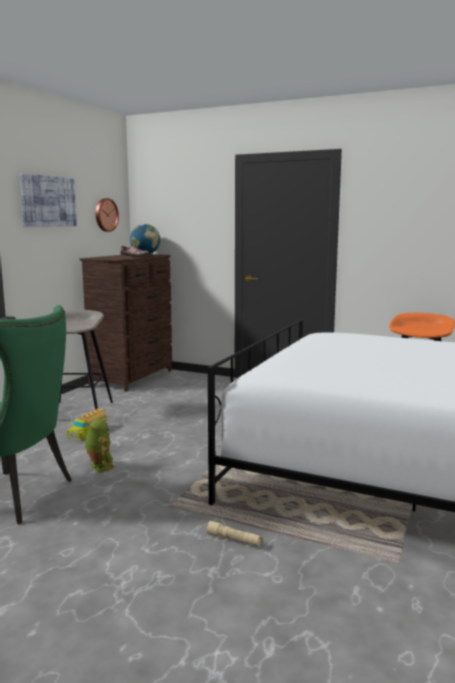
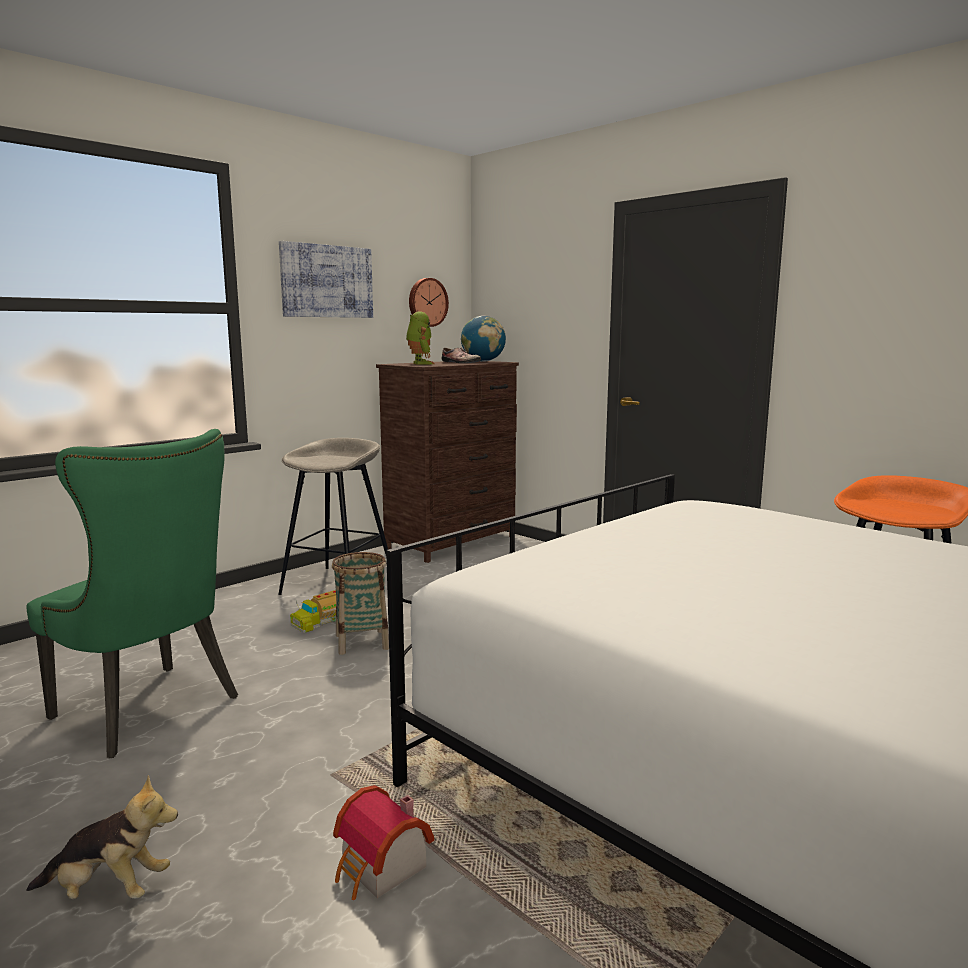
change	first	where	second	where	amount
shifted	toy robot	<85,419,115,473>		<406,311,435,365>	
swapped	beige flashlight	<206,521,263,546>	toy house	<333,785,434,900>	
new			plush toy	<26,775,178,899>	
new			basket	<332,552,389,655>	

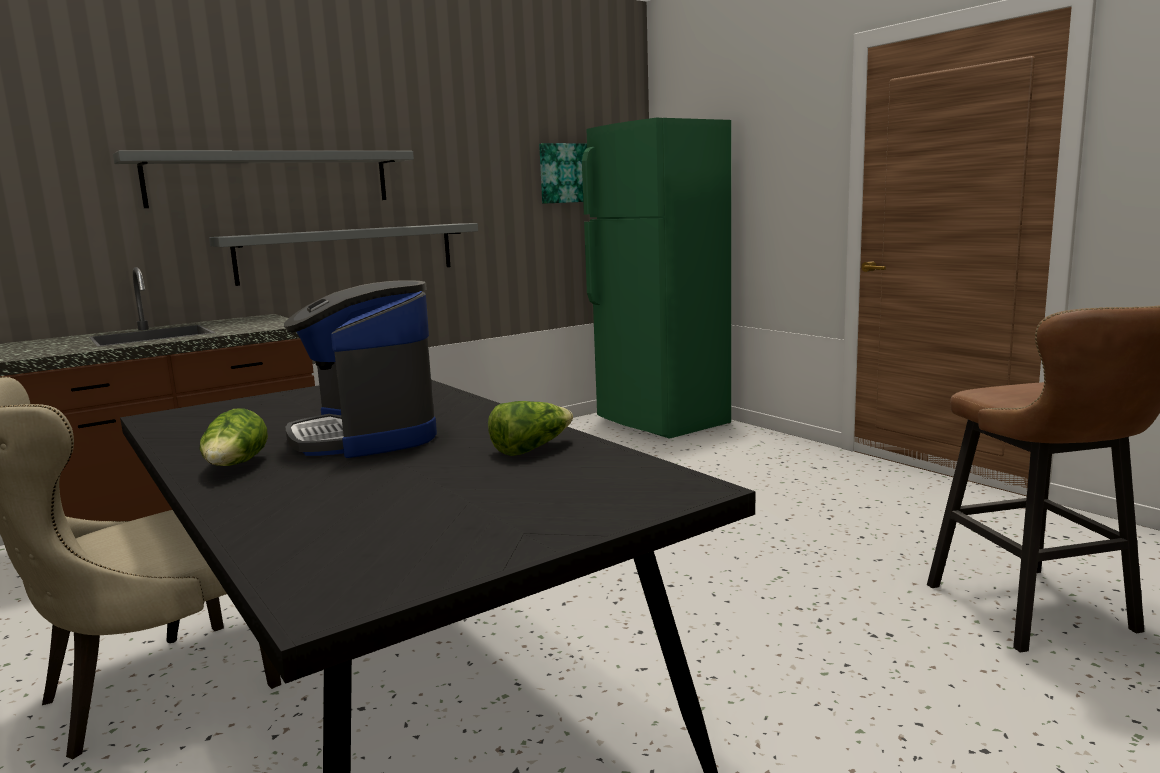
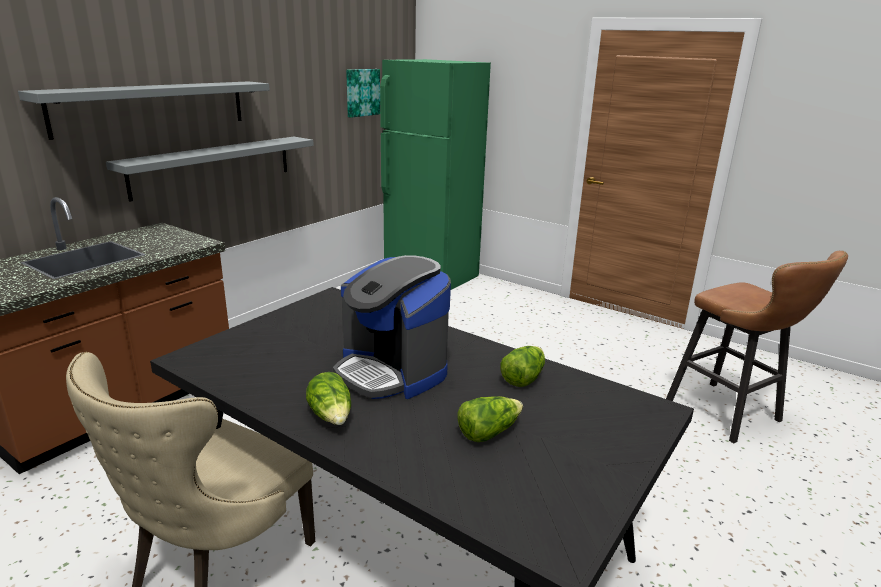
change	first	where	second	where	amount
new			lettuce	<457,396,523,442>	

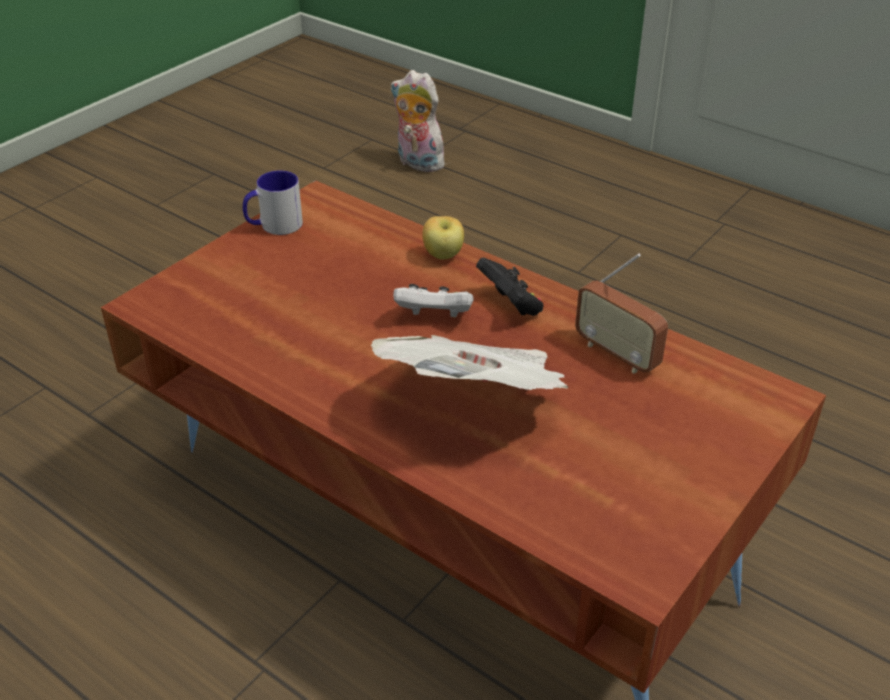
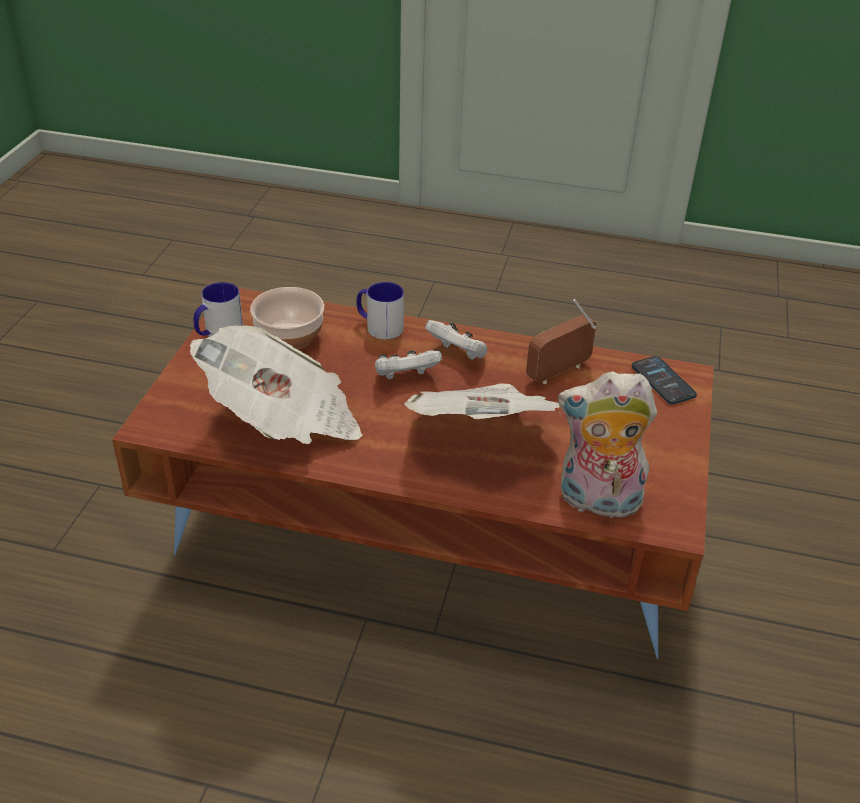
change	first	where	second	where	amount
shifted	plush toy	<390,70,449,172>		<558,371,657,523>	
swapped	apple	<422,216,464,260>	mug	<356,282,404,340>	
repainted	black game controller	<476,258,544,316>	white game controller	<425,320,487,360>	
rotated	radio	<575,254,668,374>		<526,299,597,384>	120 degrees clockwise
new			newspaper	<190,325,363,444>	
new			bowl	<250,287,324,349>	
new			phone	<632,356,697,404>	

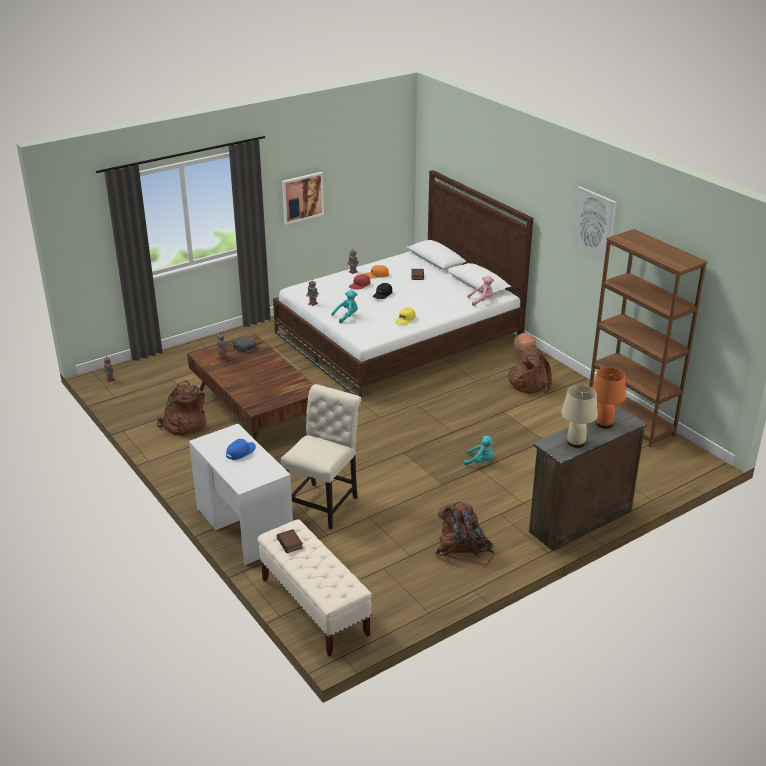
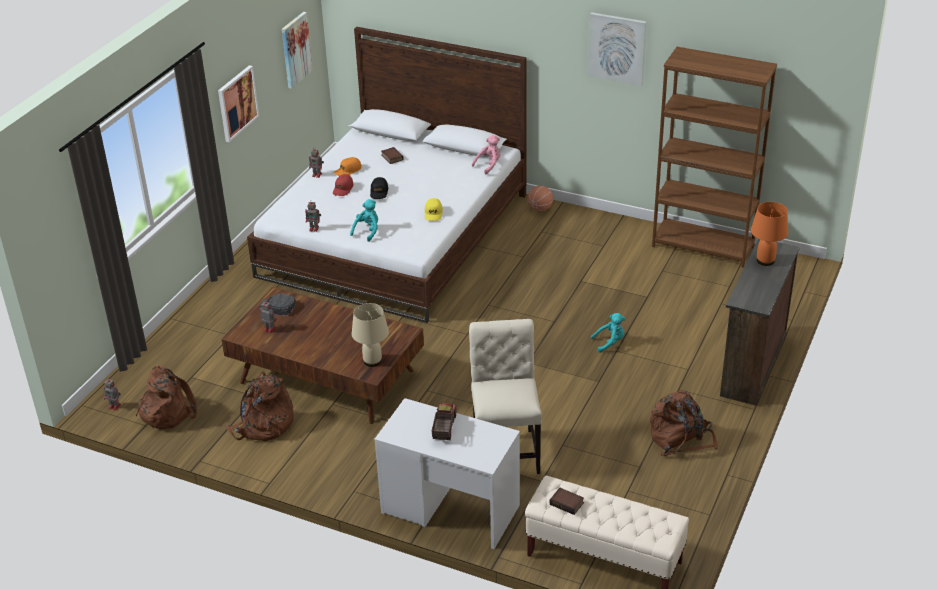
change	first	where	second	where	amount
swapped	blue cap	<226,439,256,460>	toy truck	<432,403,457,440>	
shifted	brown backpack	<506,344,552,394>		<136,365,197,429>	
shifted	beige table lamp	<561,385,598,448>		<352,303,389,367>	
new			picture	<282,12,313,89>	

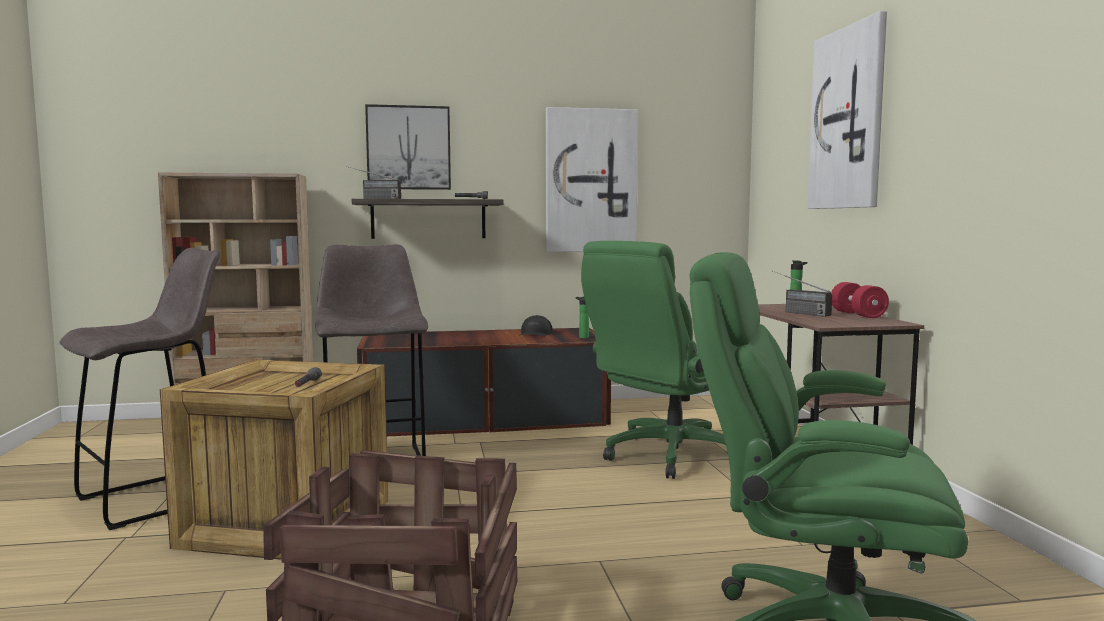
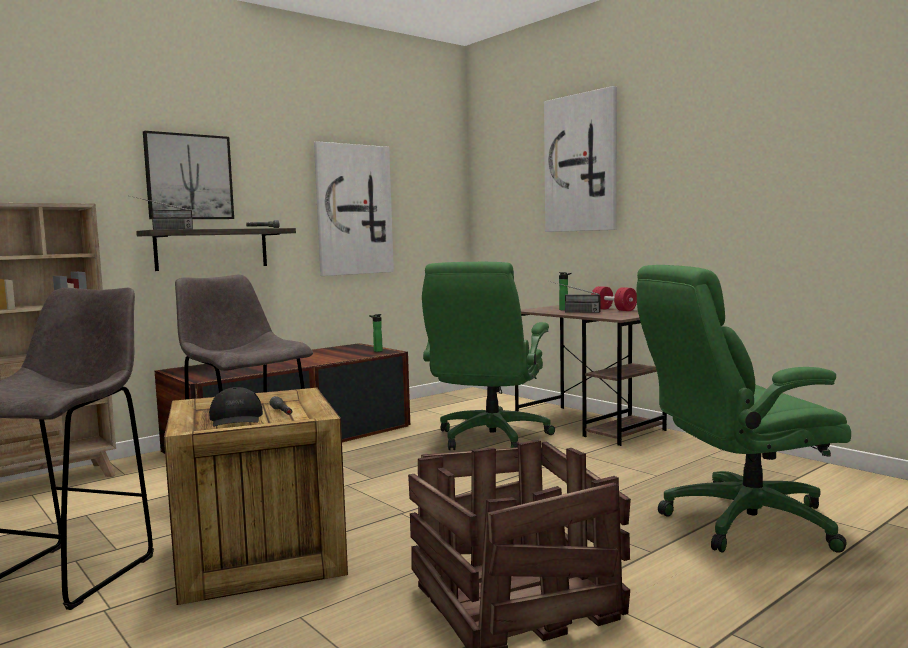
change	first	where	second	where	amount
shifted	black cap	<519,315,553,337>		<209,387,263,427>	

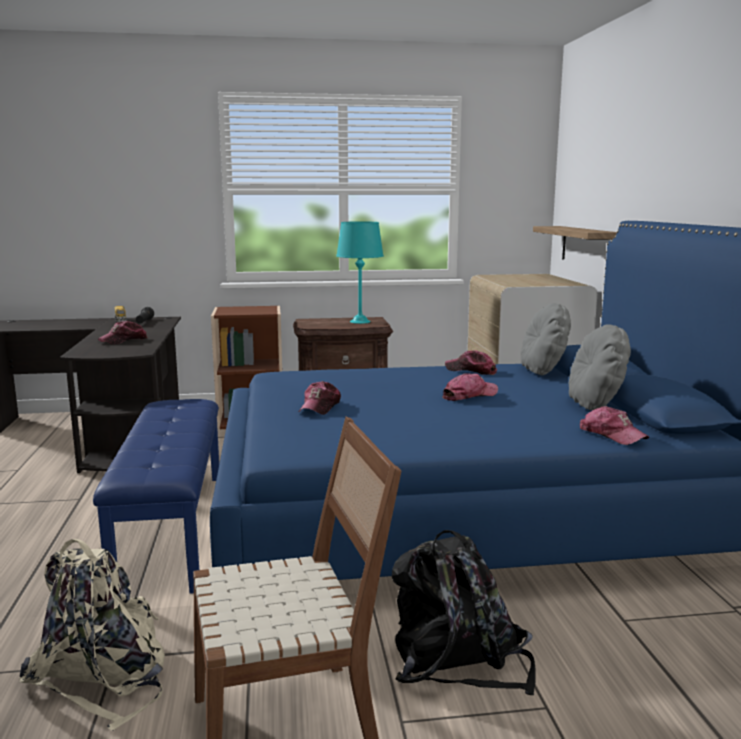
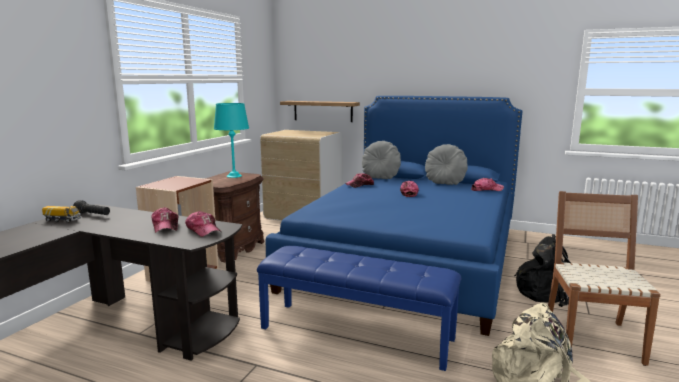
change	first	where	second	where	amount
shifted	cap	<299,381,341,415>		<185,211,221,237>	

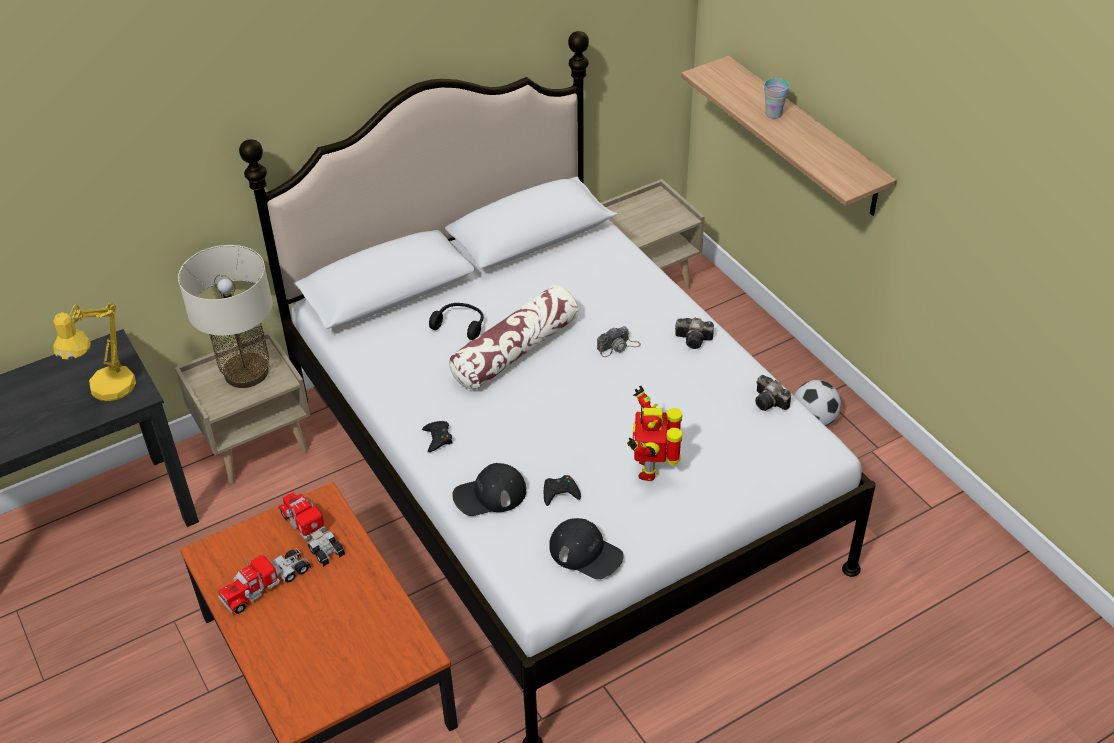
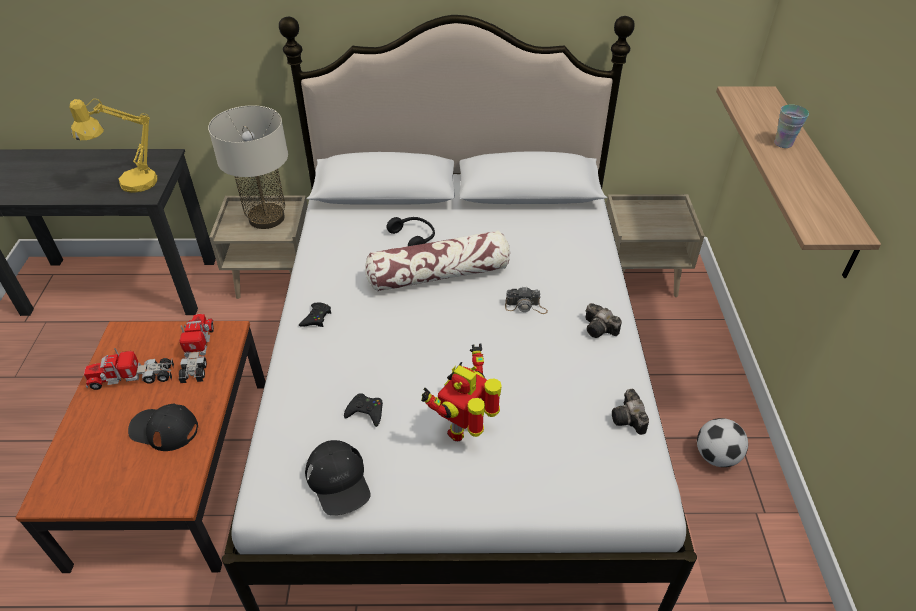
change	first	where	second	where	amount
shifted	black cap	<452,463,526,516>		<128,403,198,451>	

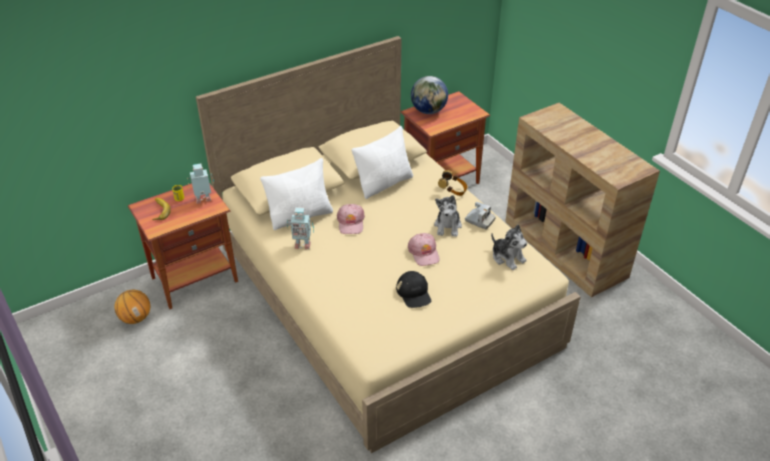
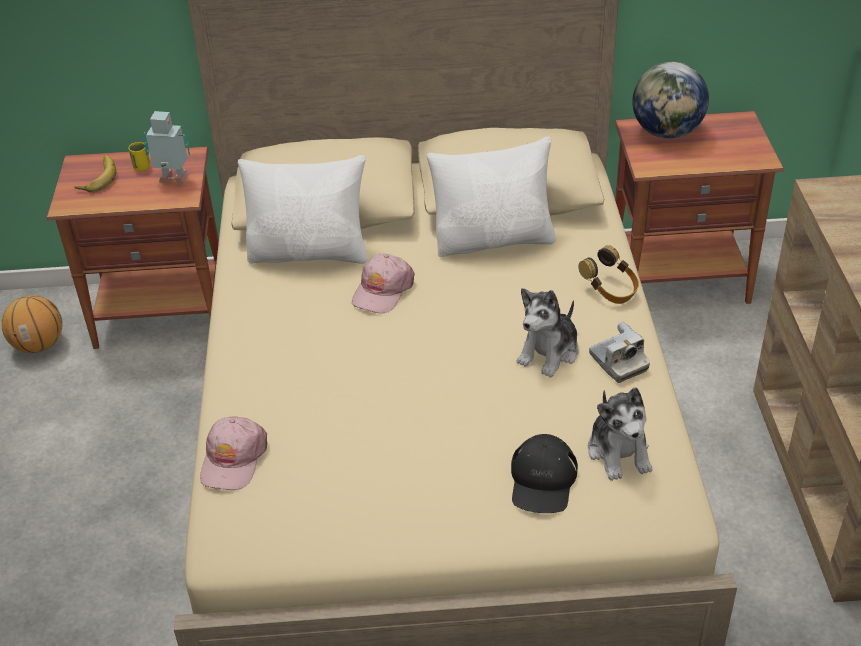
change	first	where	second	where	amount
gone	toy robot	<287,207,314,249>			
shifted	black cap	<396,271,431,308>		<511,434,578,513>	
shifted	pink cap	<408,233,440,266>		<200,416,267,490>	

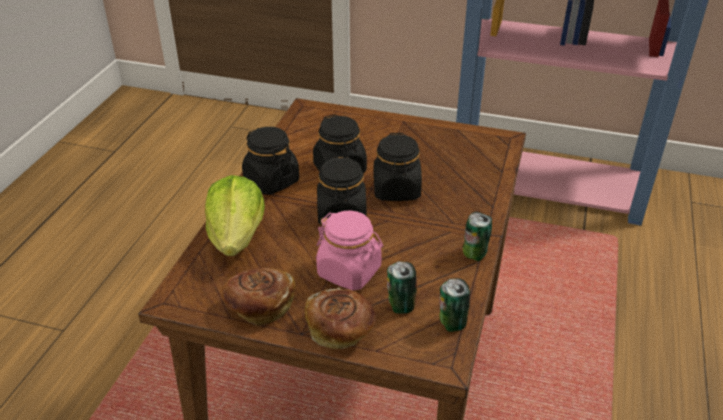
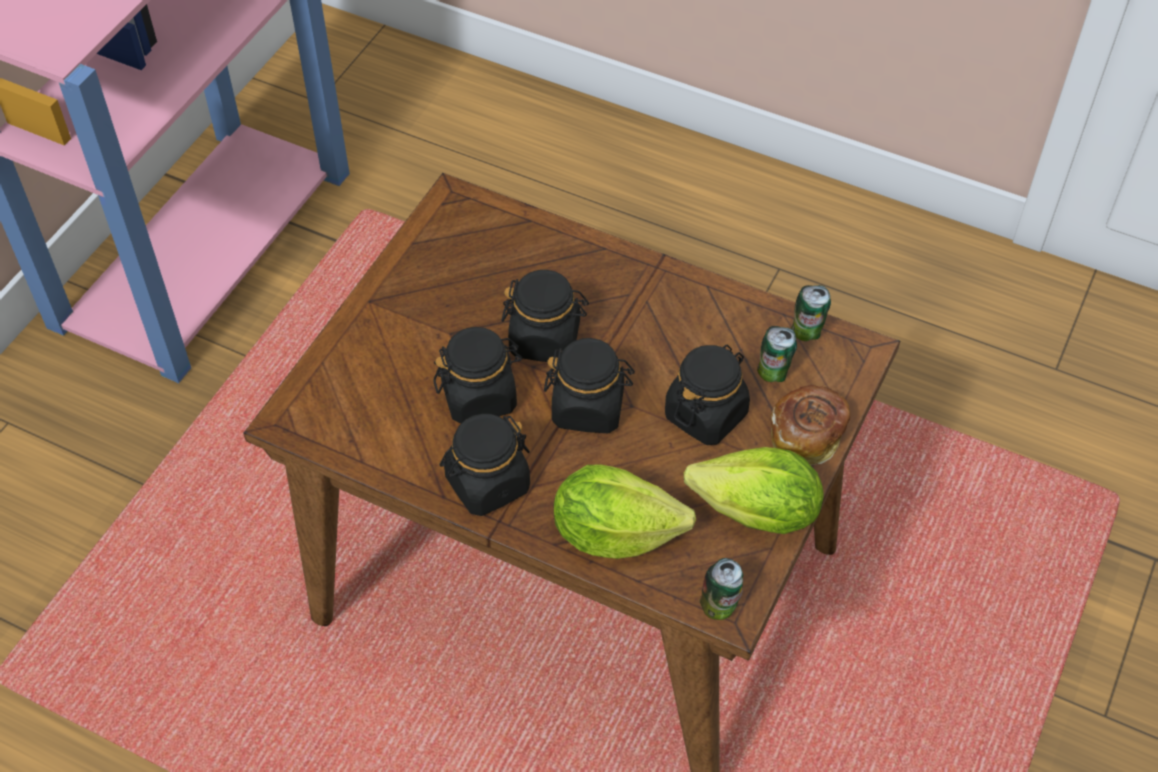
change	first	where	second	where	amount
swapped	bread	<222,268,295,327>	lettuce	<684,447,824,534>	
repainted	pink jar	<316,210,383,291>	black jar	<665,344,750,445>	
shifted	can	<462,212,492,261>		<700,558,743,620>	

